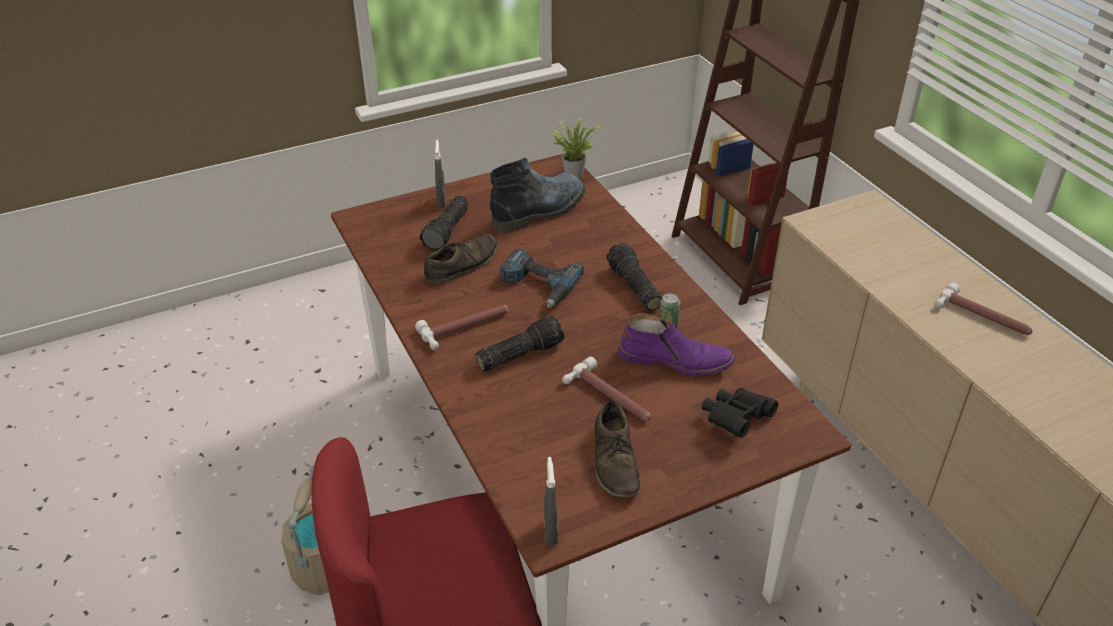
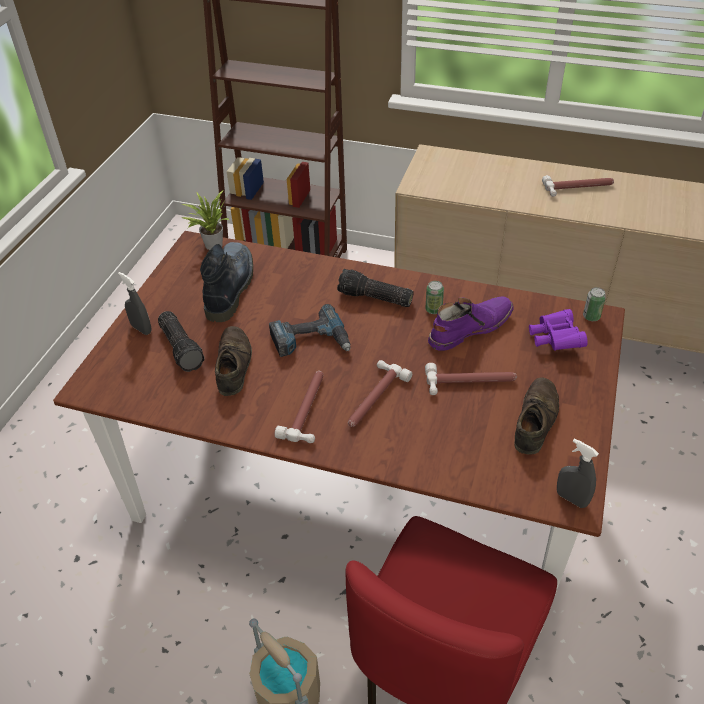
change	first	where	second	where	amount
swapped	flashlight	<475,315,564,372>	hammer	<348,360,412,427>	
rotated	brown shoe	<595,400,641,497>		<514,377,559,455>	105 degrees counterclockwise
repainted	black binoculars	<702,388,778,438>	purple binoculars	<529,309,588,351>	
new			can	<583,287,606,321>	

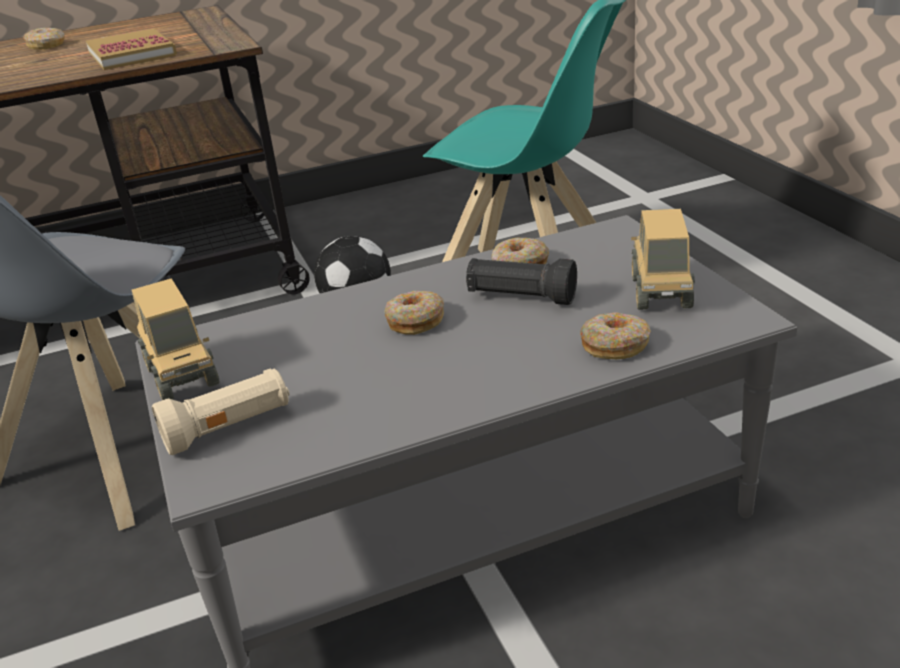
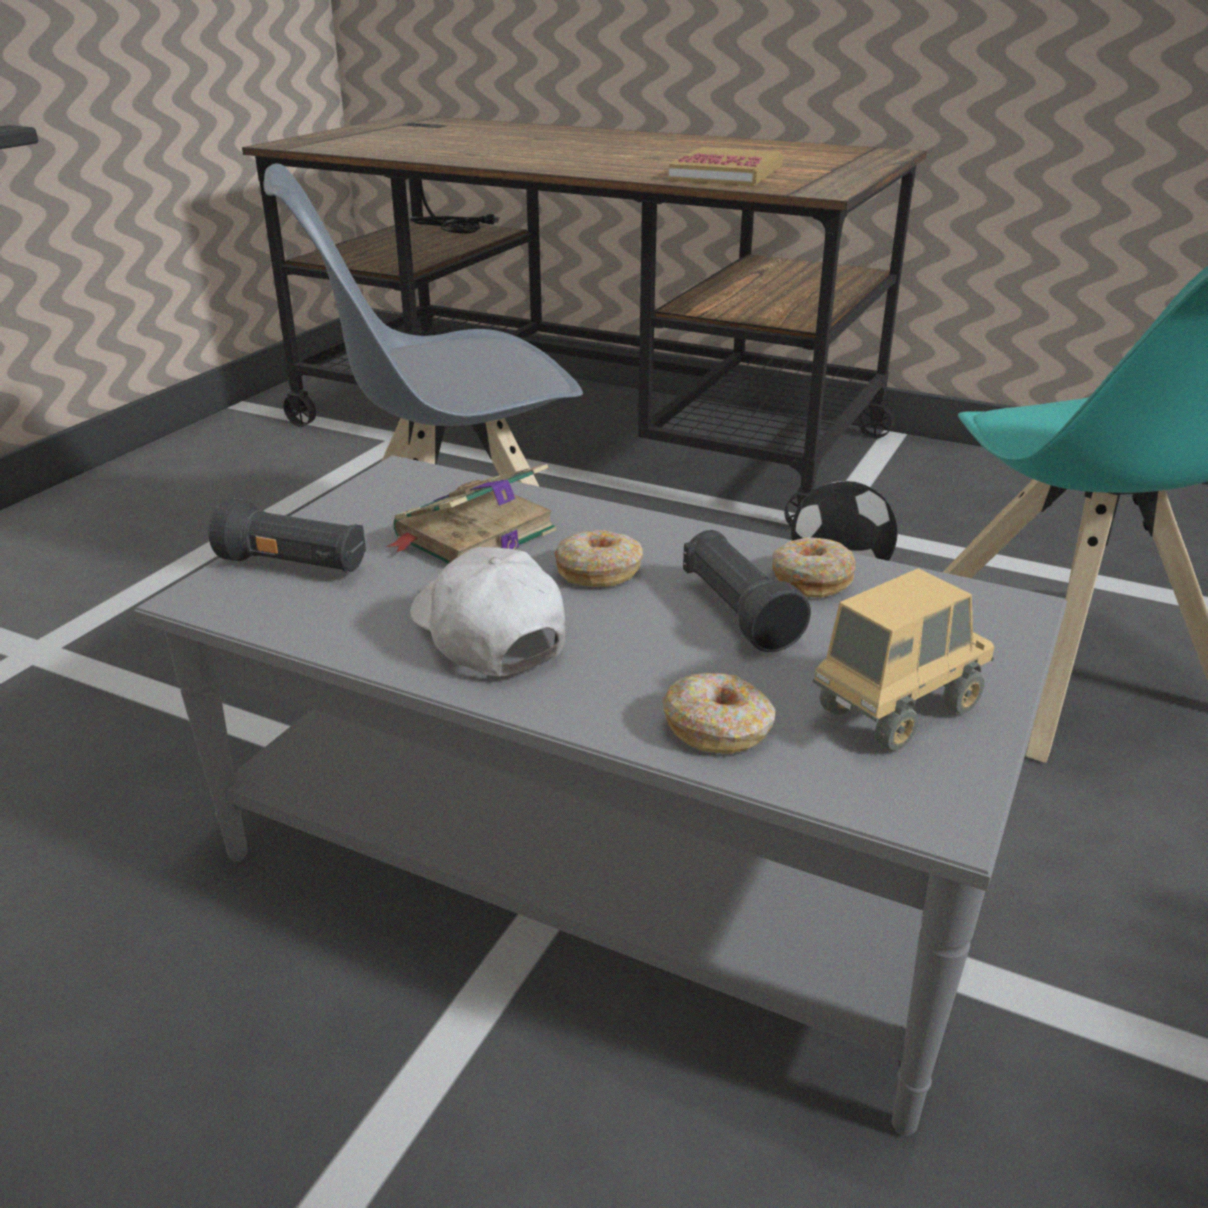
change	first	where	second	where	amount
gone	donut	<24,28,65,50>			
gone	toy truck	<131,278,220,400>			
repainted	beige flashlight	<152,368,290,455>	black flashlight	<208,498,366,572>	
new			book	<386,464,556,564>	
new			white cap	<410,547,565,677>	

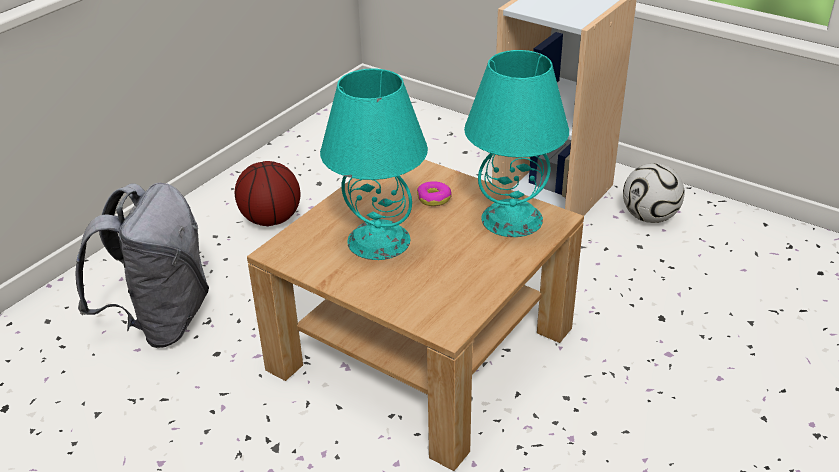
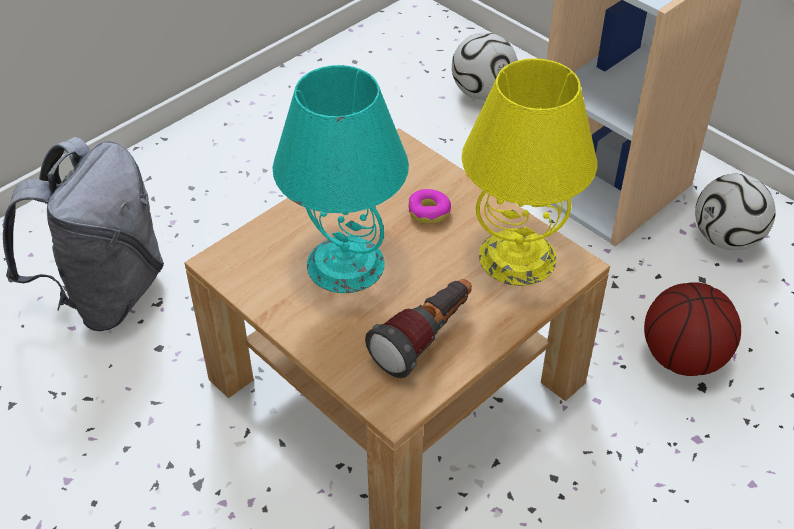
change	first	where	second	where	amount
shifted	basketball	<235,161,300,226>		<644,282,741,376>	
repainted	turquoise table lamp	<464,50,569,237>	yellow table lamp	<462,58,597,286>	
new			flashlight	<365,279,472,378>	
new			football	<452,32,518,100>	

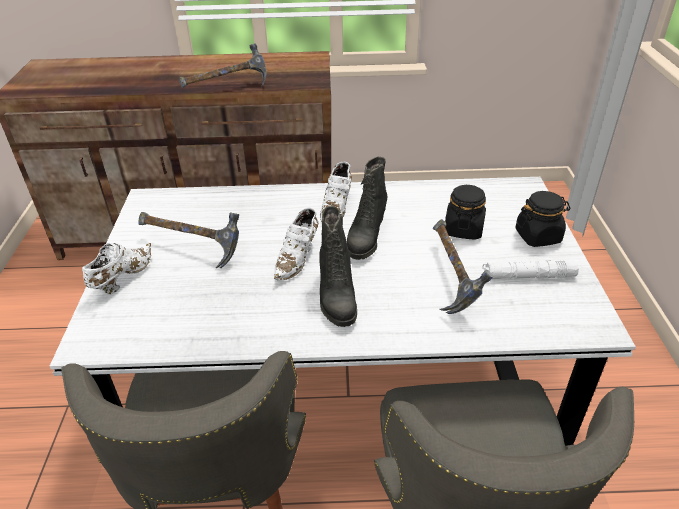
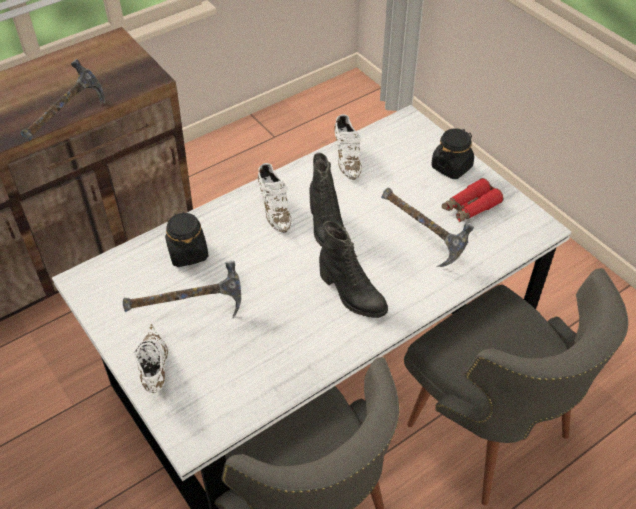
change	first	where	second	where	amount
shifted	white shoe	<274,208,318,280>		<334,114,362,180>	
shifted	black jar	<445,185,486,240>		<165,211,209,267>	
swapped	white flashlight	<482,260,579,279>	red binoculars	<442,178,504,223>	

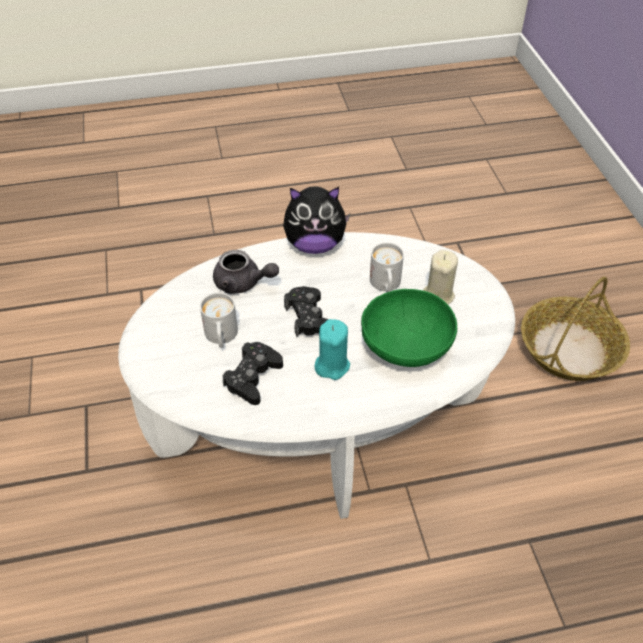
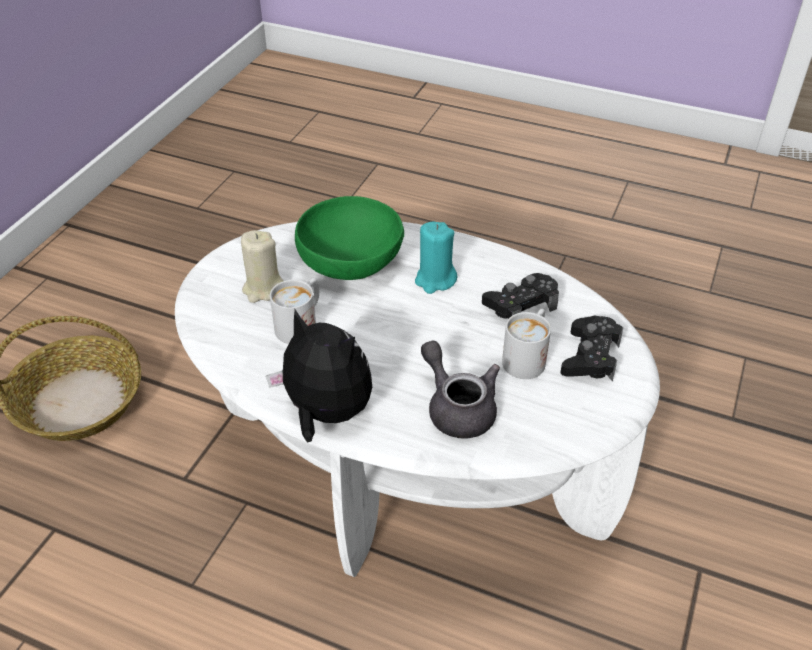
change	first	where	second	where	amount
shifted	black game controller	<284,286,329,337>		<560,316,623,382>	

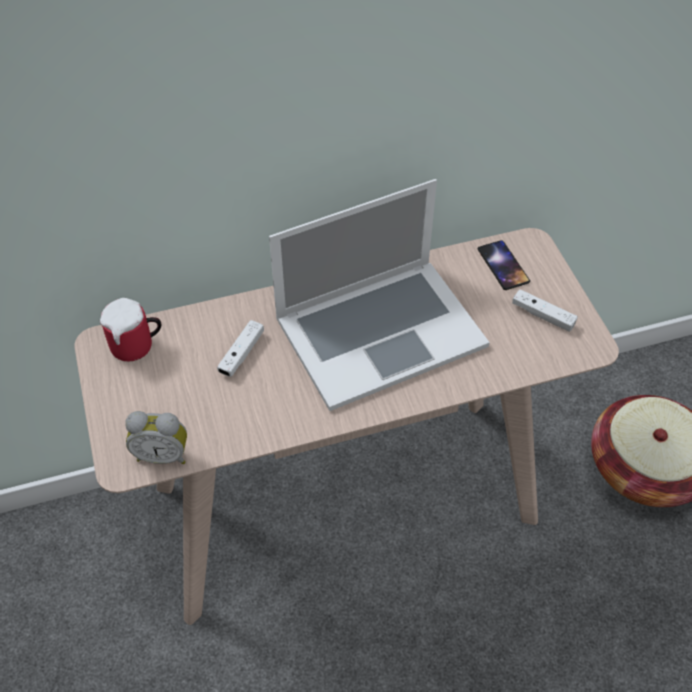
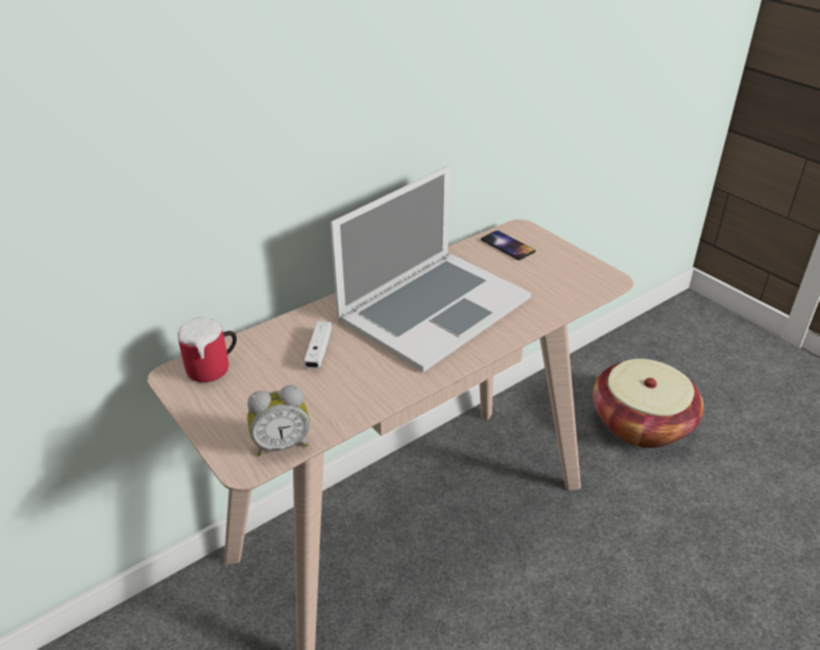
change	first	where	second	where	amount
gone	white game controller	<512,289,578,332>			

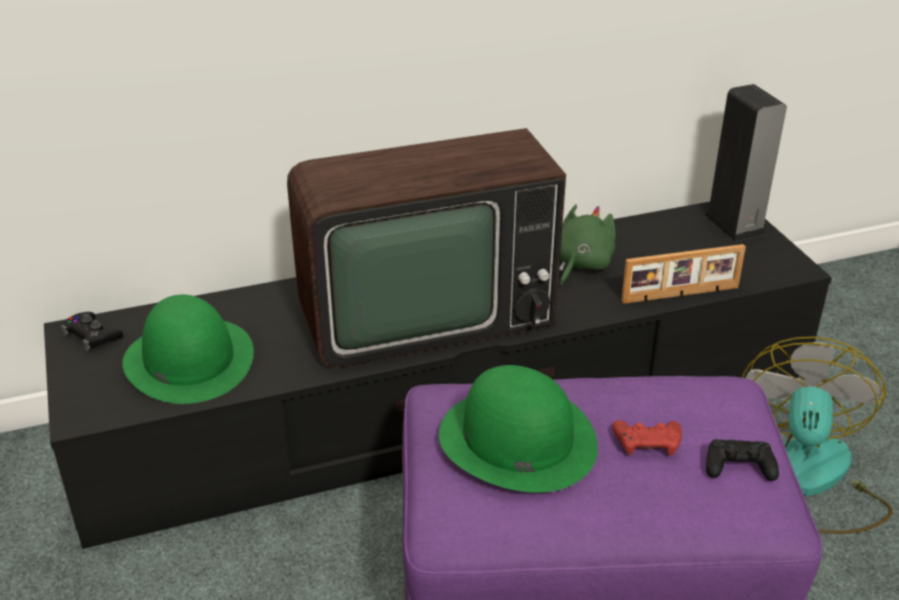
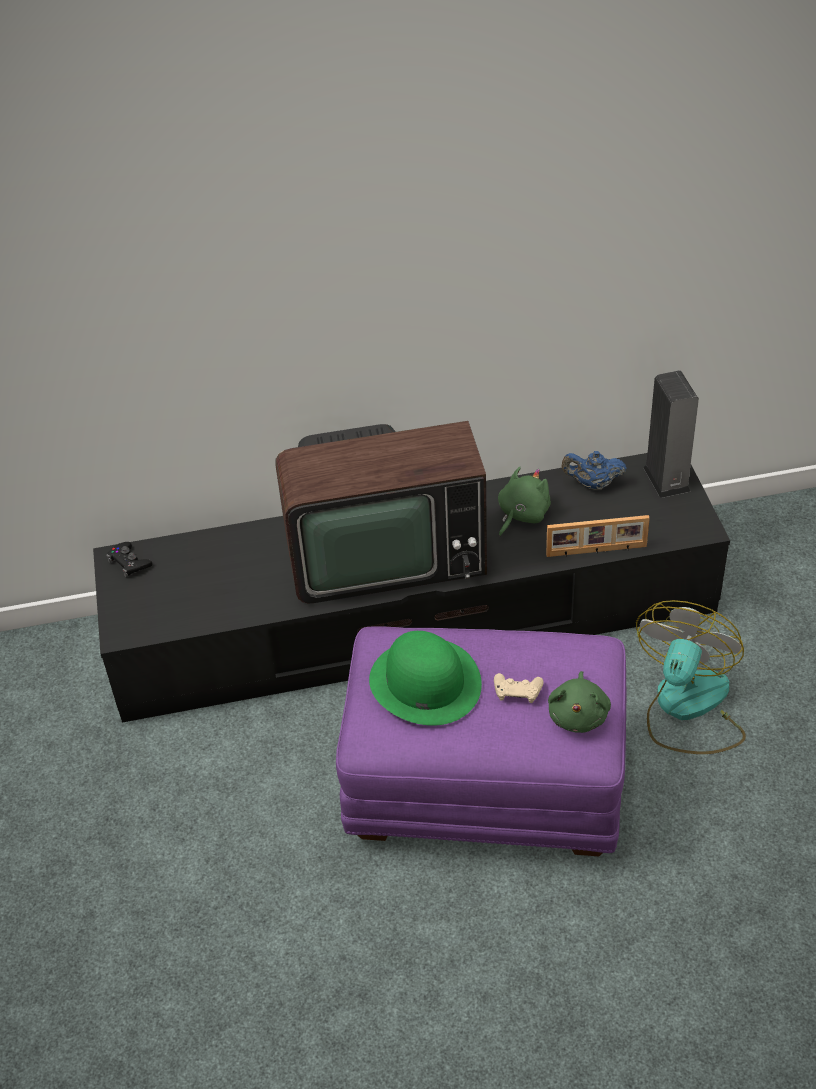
change	first	where	second	where	amount
gone	green hat	<122,295,254,404>			
repainted	red game controller	<612,420,682,456>	beige game controller	<494,673,544,703>	
swapped	black game controller	<706,439,779,481>	green plush toy	<548,671,611,733>	
new			blue teapot	<561,451,627,490>	

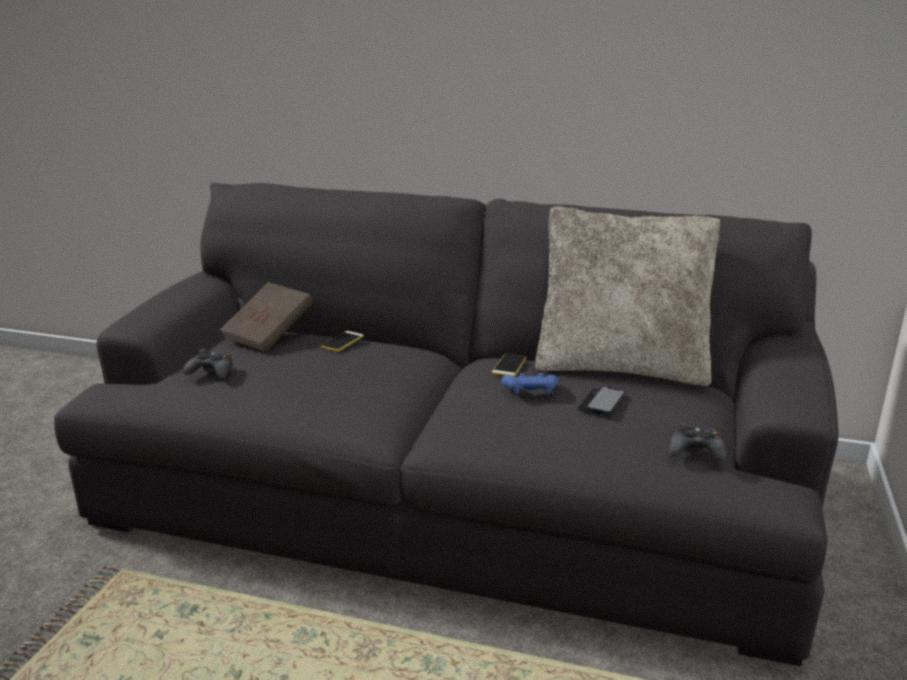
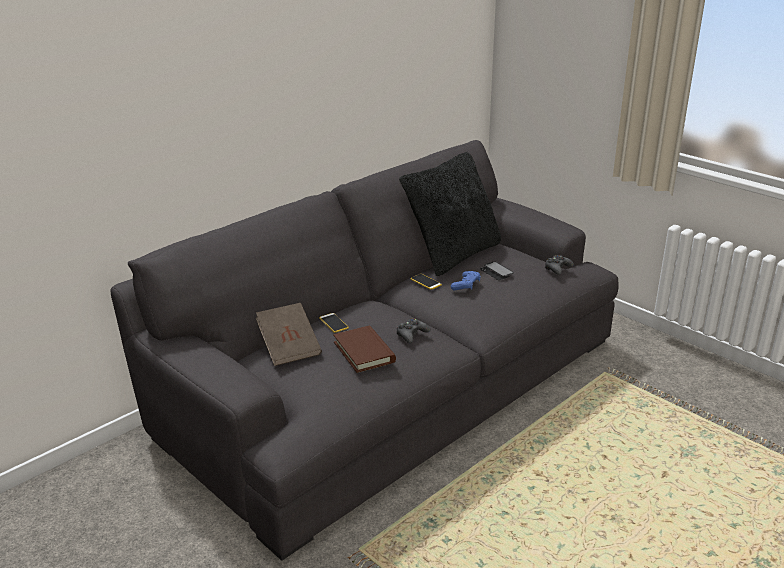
change	first	where	second	where	amount
shifted	black game controller	<183,349,232,379>		<397,318,430,343>	
repainted	beige pillow	<535,206,721,386>	black pillow	<399,152,501,276>	
new			brown book	<333,326,396,373>	

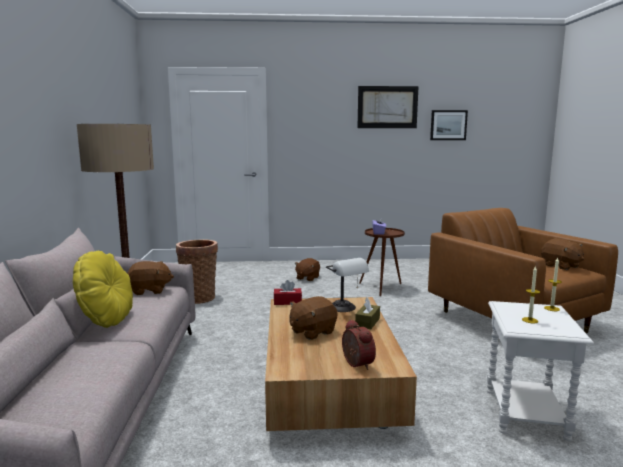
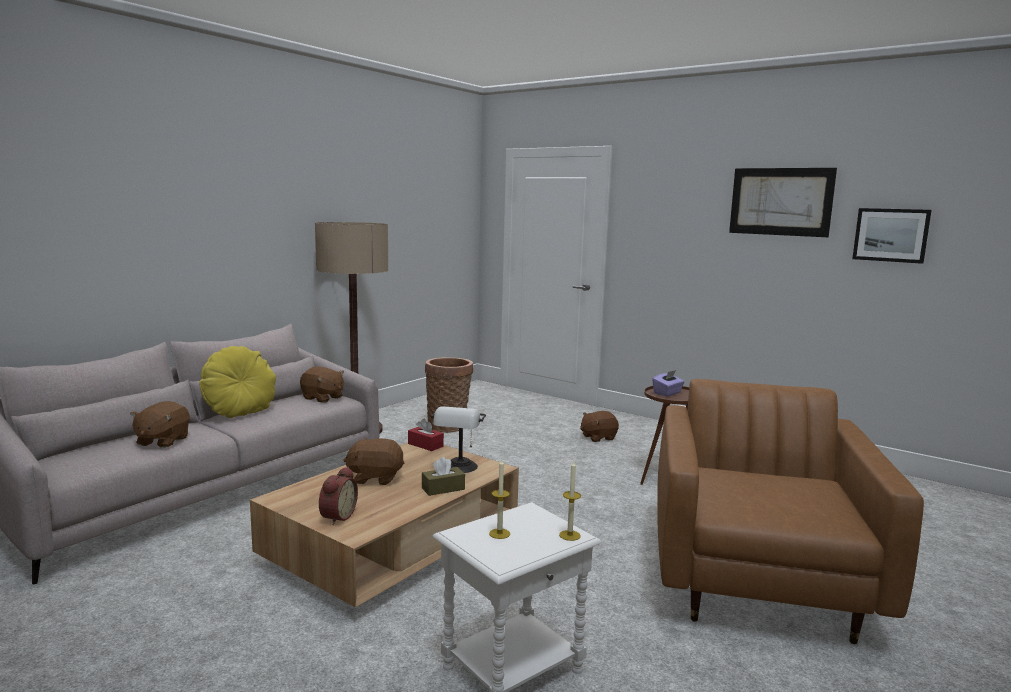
change	first	where	second	where	amount
shifted	brown plush toy	<541,238,584,270>		<130,401,190,448>	

